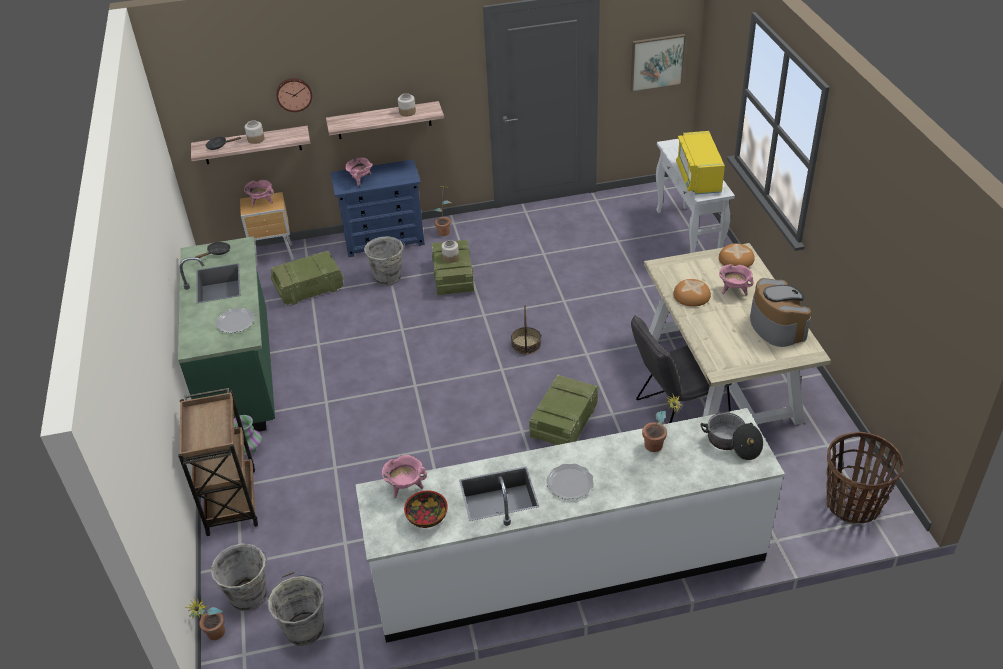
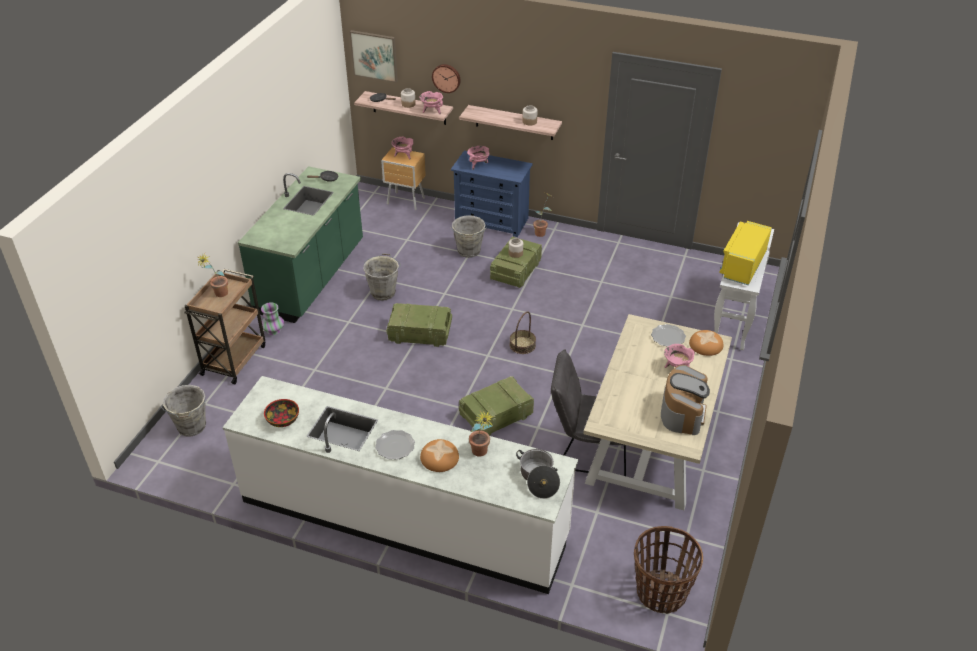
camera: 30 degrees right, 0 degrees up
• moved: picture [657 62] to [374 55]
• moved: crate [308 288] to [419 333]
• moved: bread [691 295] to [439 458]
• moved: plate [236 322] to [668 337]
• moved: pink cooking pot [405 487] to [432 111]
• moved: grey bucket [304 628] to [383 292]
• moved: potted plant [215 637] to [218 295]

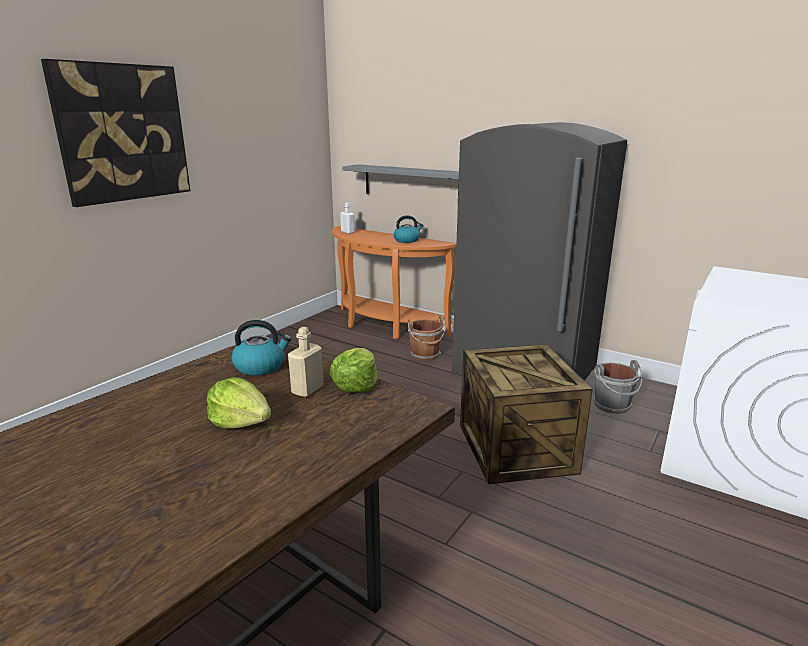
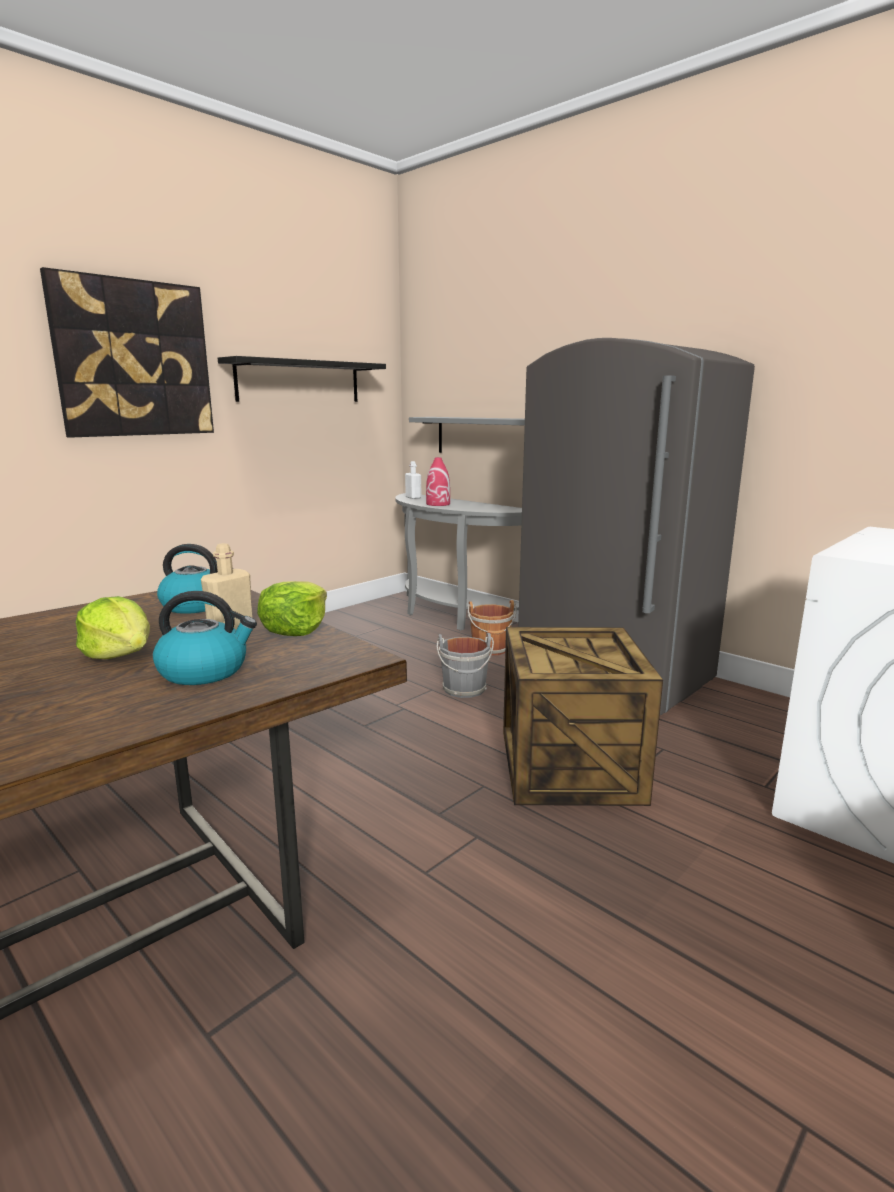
camera: 10 degrees right, 5 degrees down
• moved: kettle [407 240] to [205 671]
• recoloured: orange console table [384 326] to grey console table [451 616]
• moved: grey bucket [613 406] to [464 690]
• added: black shelf [299 381]
• added: red vase [438 504]

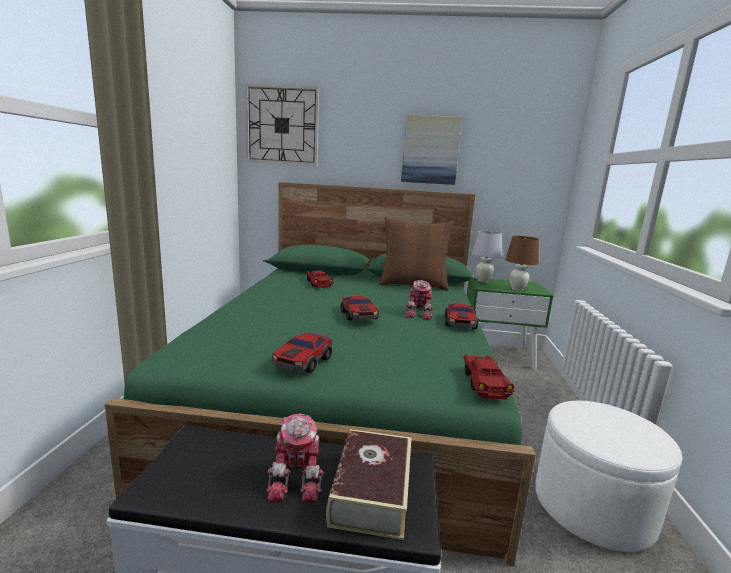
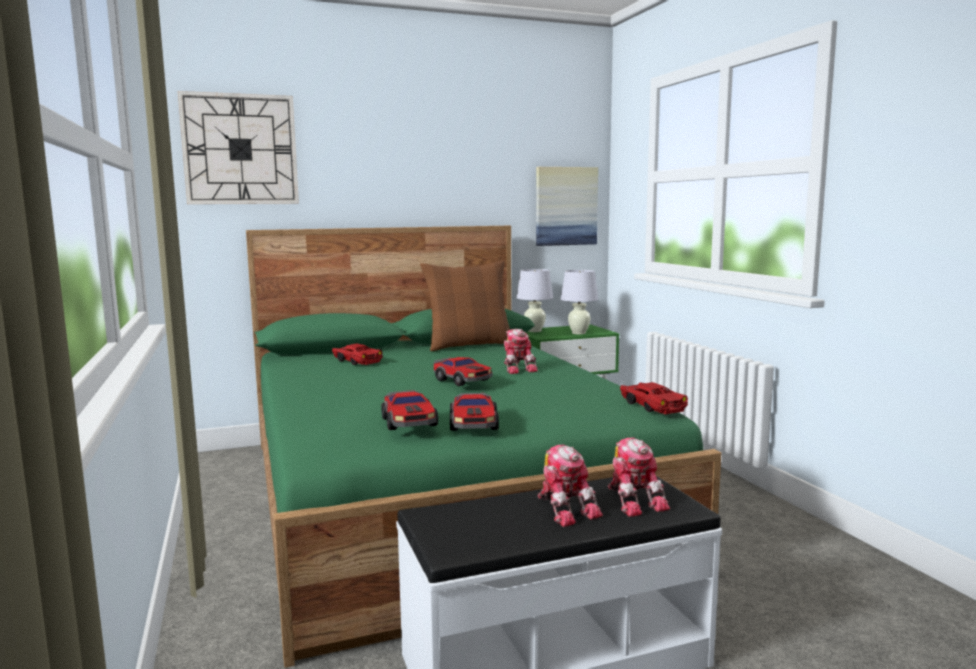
camera: 25 degrees left, 5 degrees down
• moved: picture [430 150] to [566 206]
• recoloured: brown table lamp [517 289] to white table lamp [579 333]
• moved: toy car [460 323] to [409 422]
• removed: white ottoman [592 507]
• replaced: book [371 491] to toy robot [634 500]

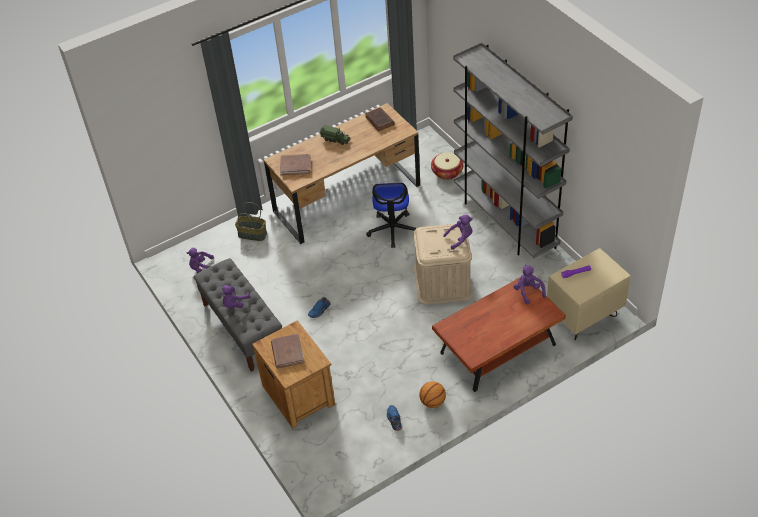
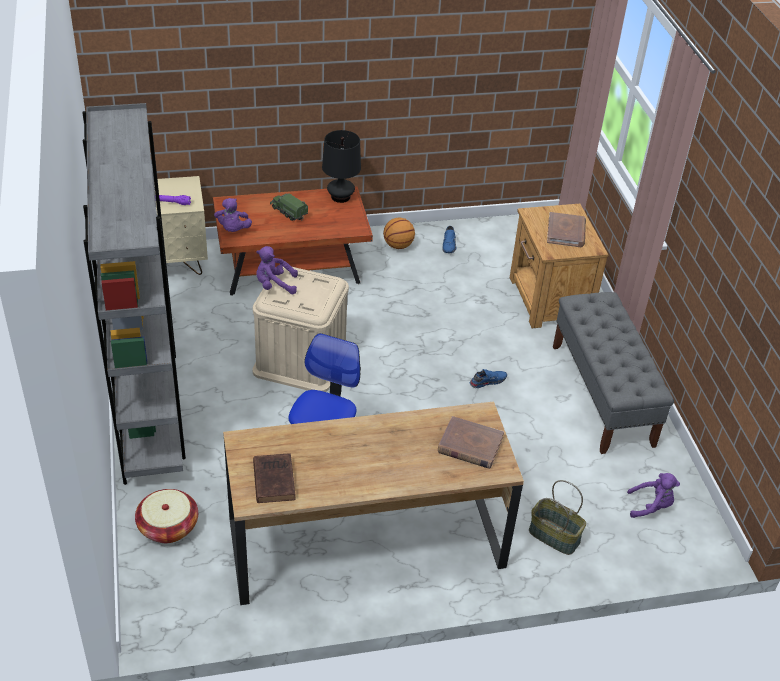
camera: 165 degrees left, 5 degrees down
• moved: toy truck [335 139] to [288 212]
• removed: purple plush toy [234 304]
• added: black table lamp [340 197]

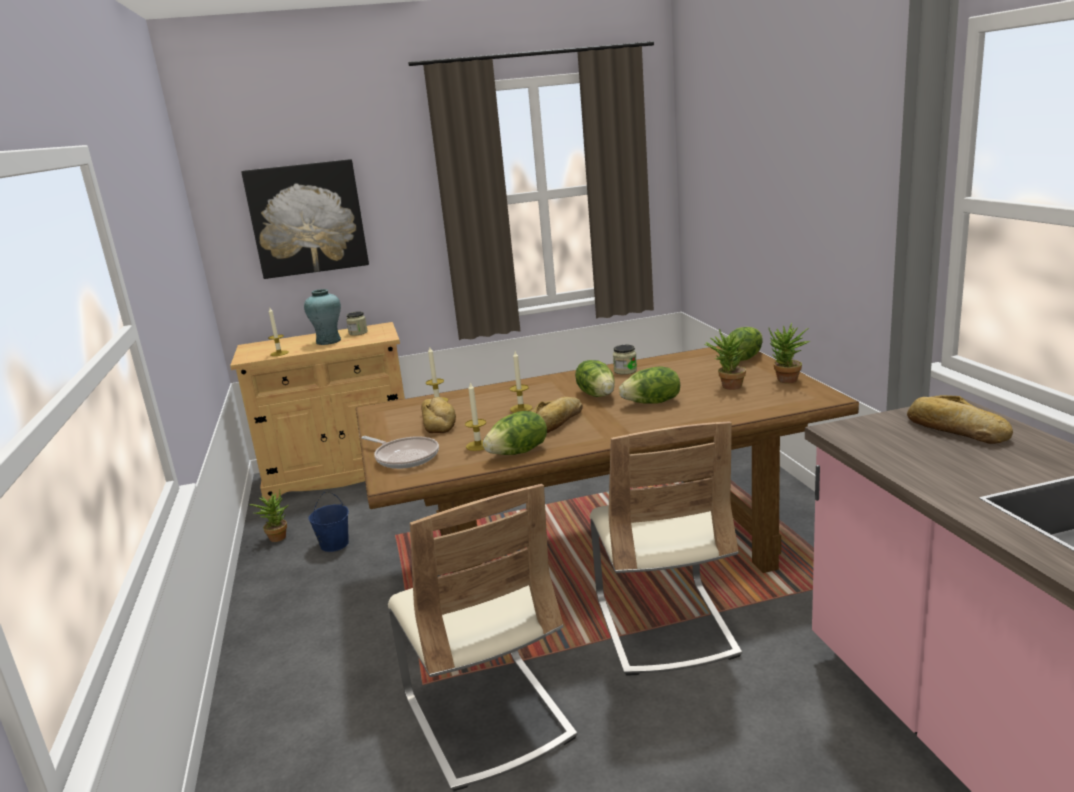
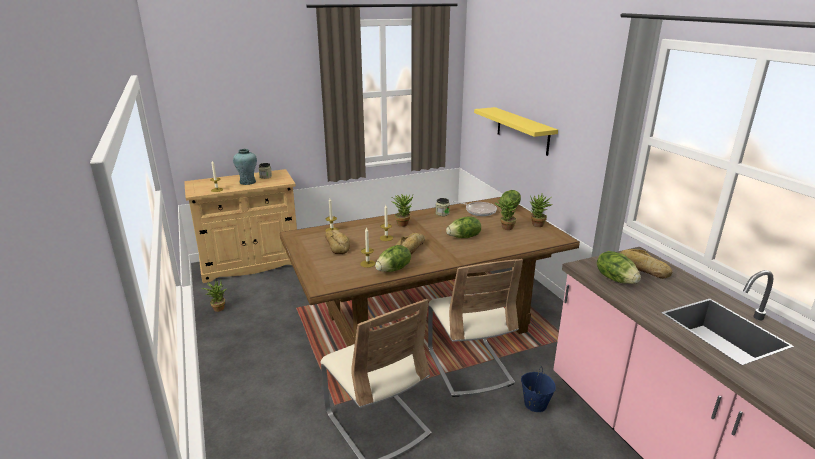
camera: 10 degrees left, 5 degrees up
• removed: picture [307 218]
• moved: lettuce [597 394] to [615 279]
• moved: frying pan [404 457] to [478 211]
• moved: blue bucket [334 544] to [535 404]
• added: yellow shelf [522 130]
• added: potted plant [403 223]

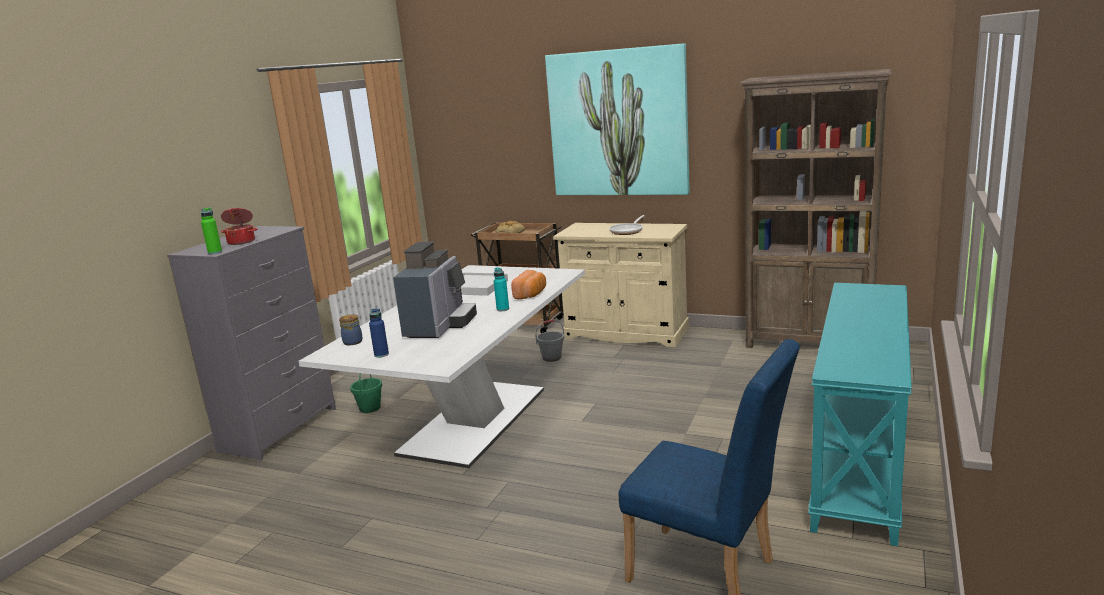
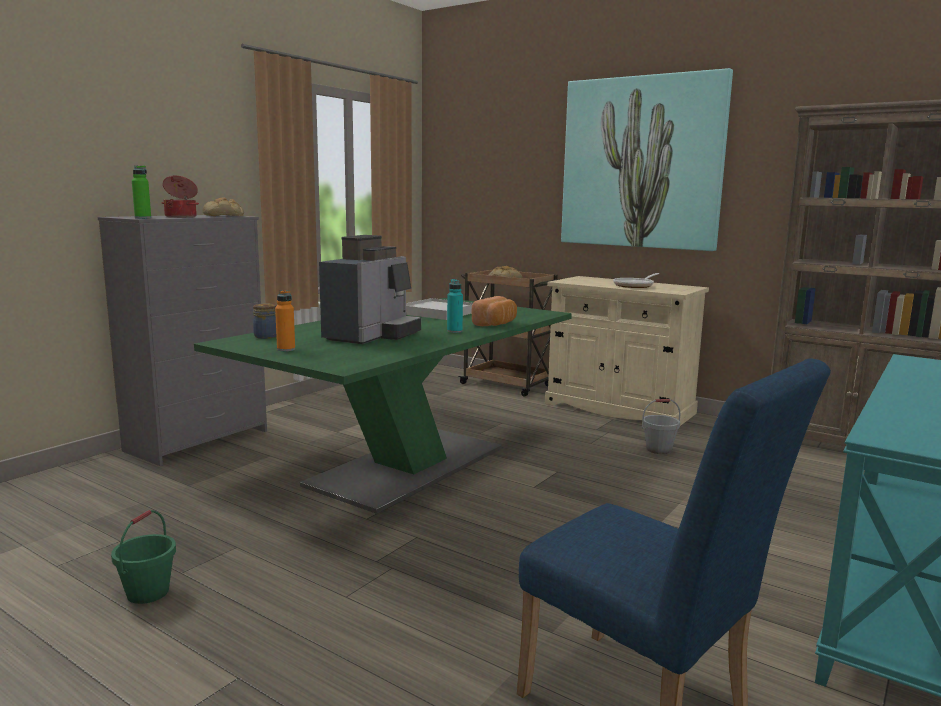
camera: 10 degrees right, 5 degrees down
• recoloured: white dining table [474 422] to green dining table [408 467]
• recoloured: blue bottle [381 355] to orange bottle [286 349]
• moved: grey bucket [552 358] to [658 449]
• moved: green bucket [369 408] to [147 592]
• added: bread [224 216]

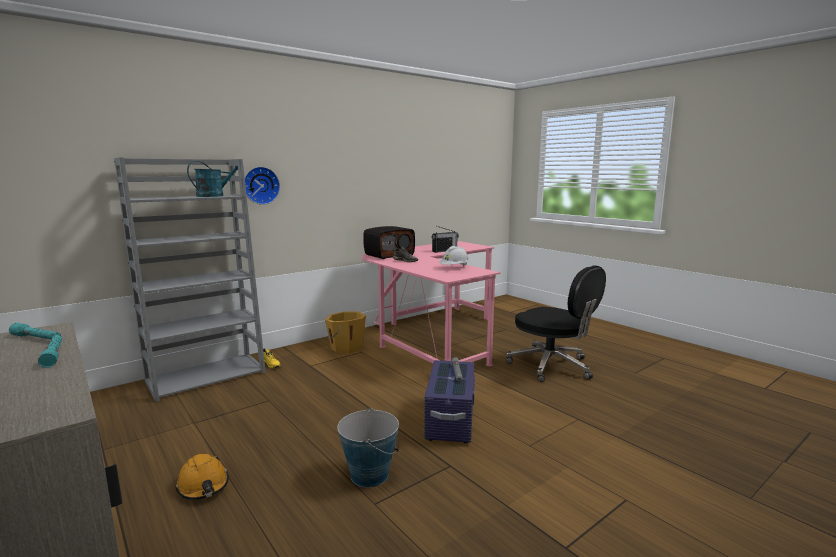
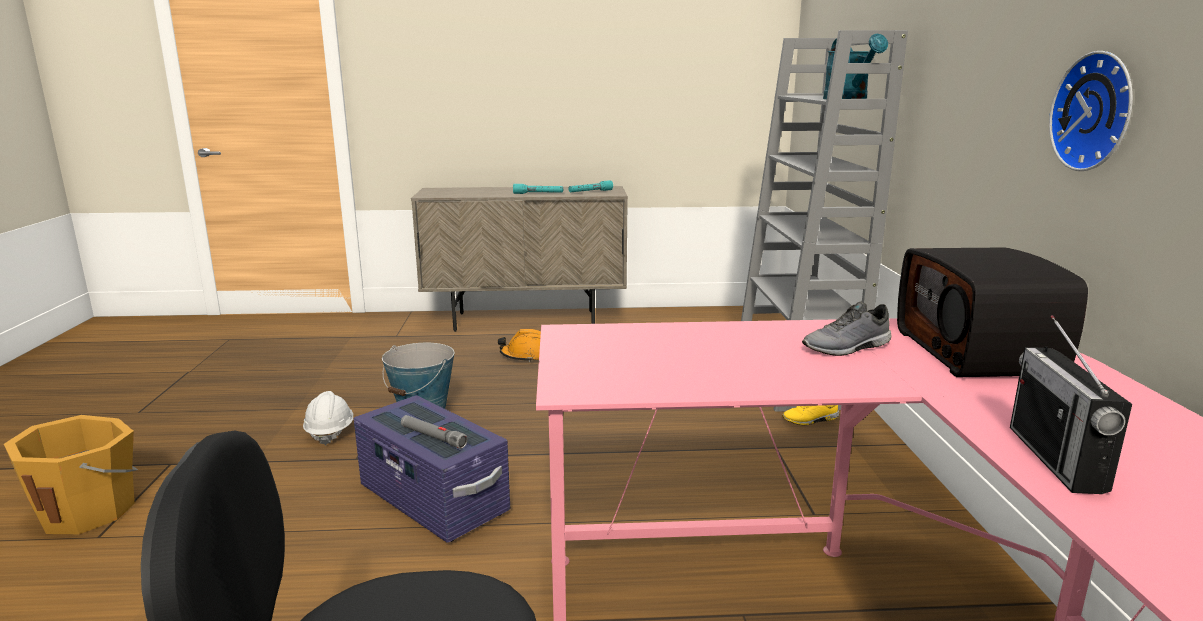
camera: 125 degrees right, 5 degrees up
• moved: wall clock [260 185] to [1097 112]
• moved: white hard hat [454 268] to [330 432]
• moved: orange bucket [346 347] to [90 511]

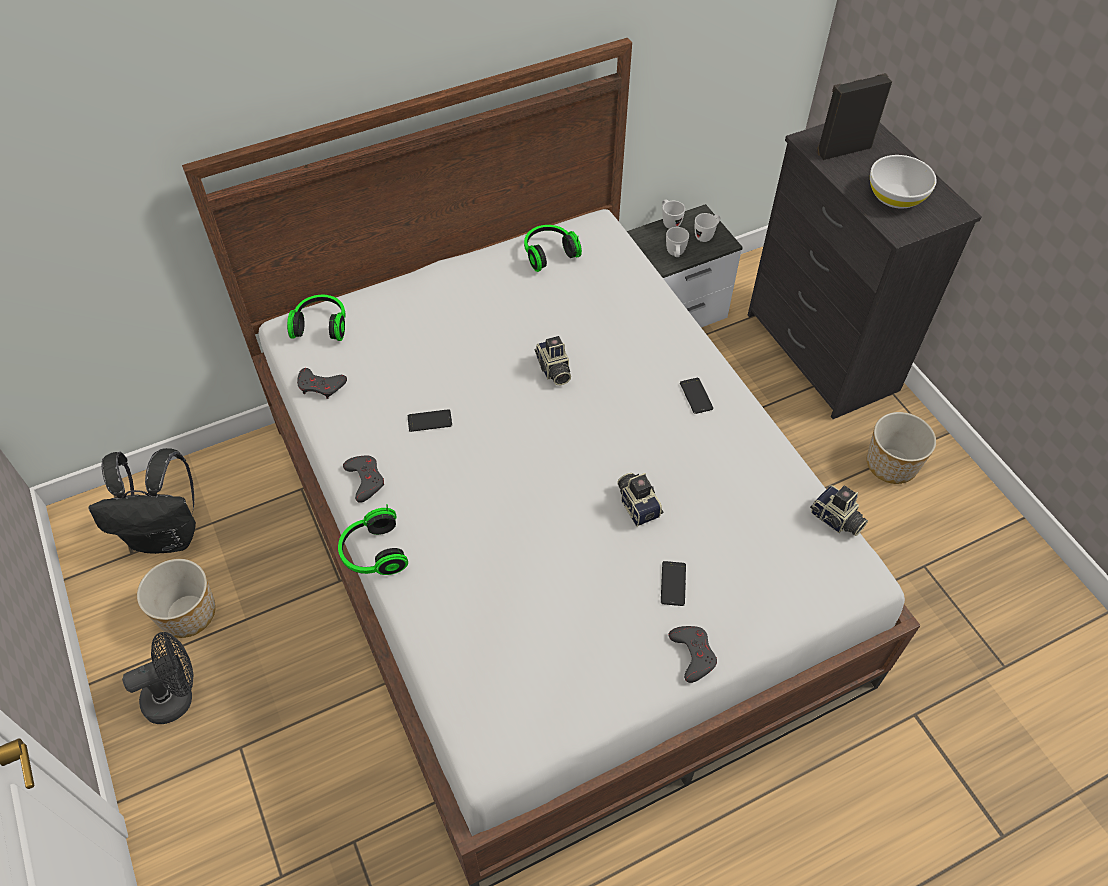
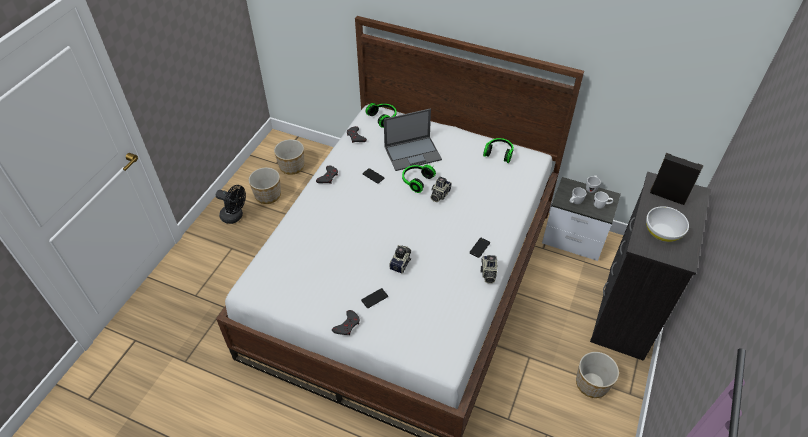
camera: 50 degrees right, 5 degrees down
• replaced: black backpack [168 535] to planter [292 166]
• moved: photo camera [836 520] to [488 273]
• moved: headphones [372 553] to [416 181]
• added: laptop [413 153]

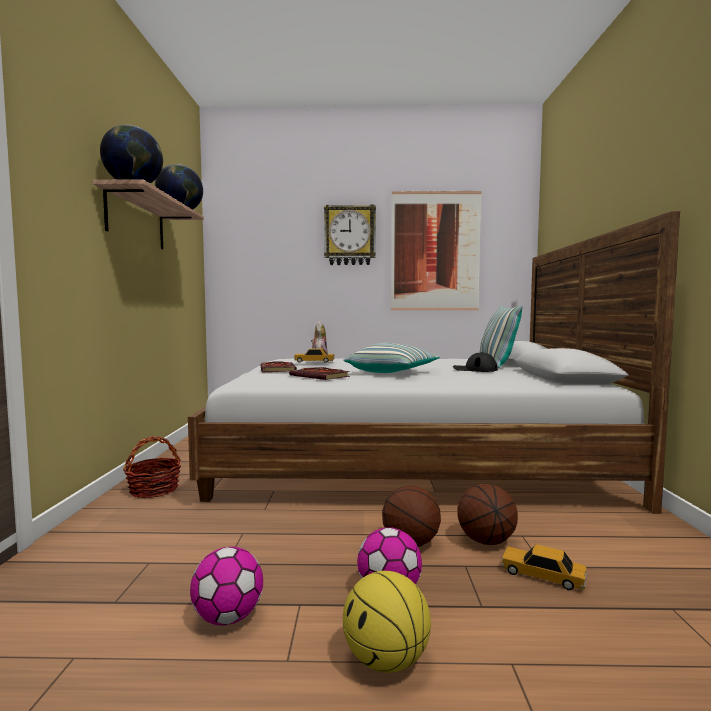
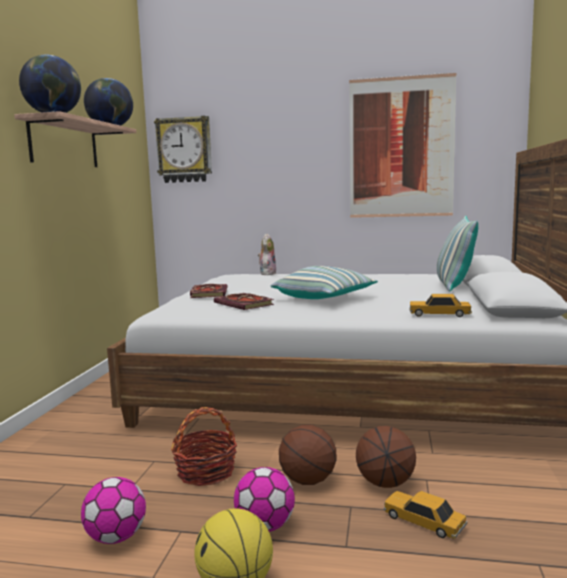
camera: 10 degrees right, 5 degrees up
• moved: wall clock [350 235] to [184 150]
• moved: toy car [314 361] to [439 314]
• removed: black cap [474 369]
• moved: basket [154 490] to [206 472]

